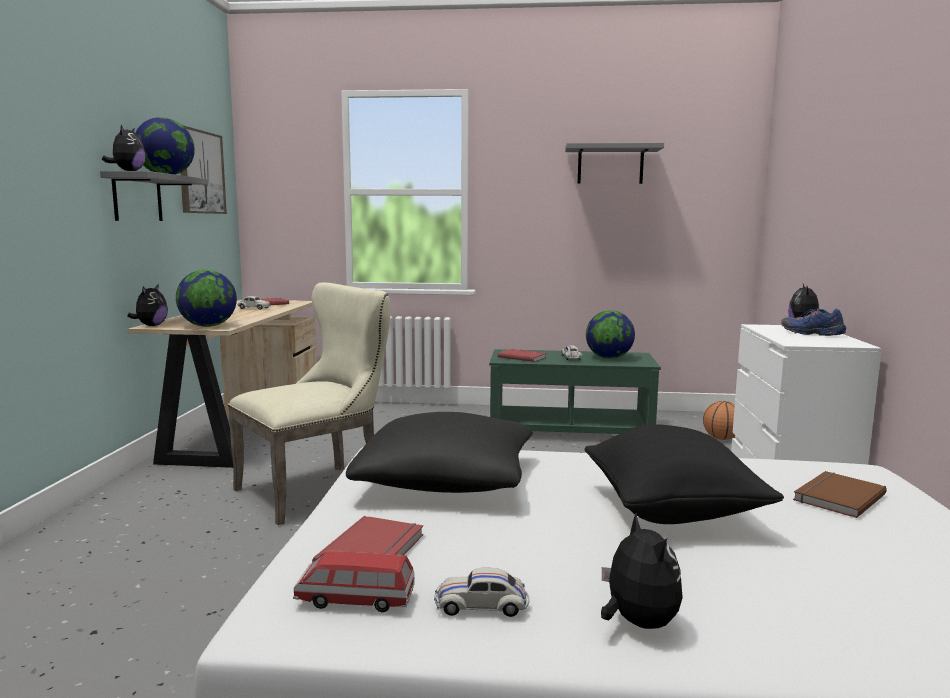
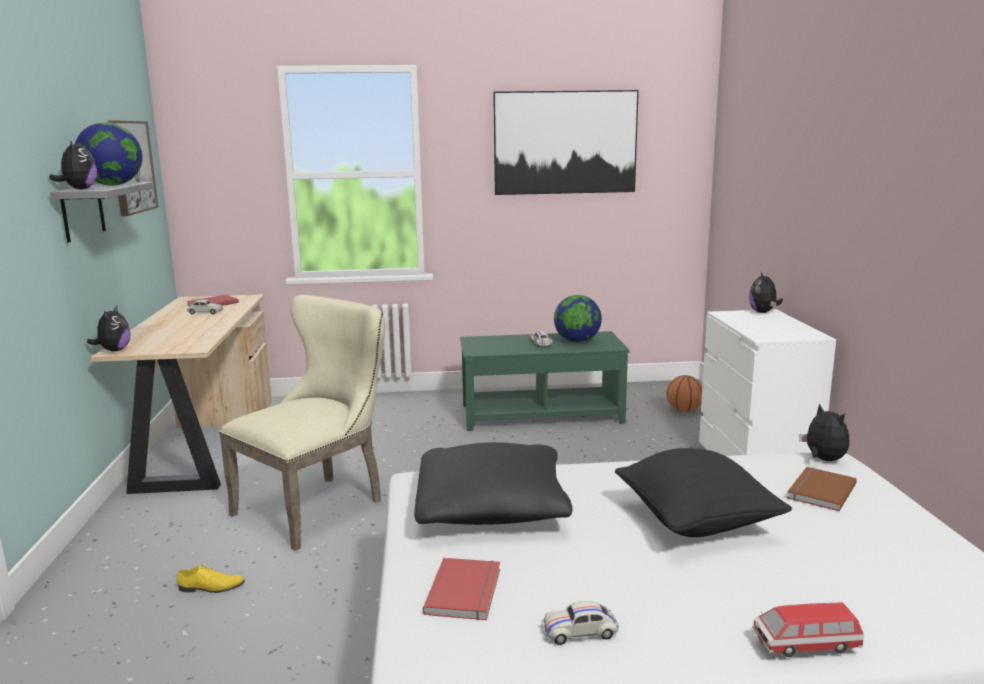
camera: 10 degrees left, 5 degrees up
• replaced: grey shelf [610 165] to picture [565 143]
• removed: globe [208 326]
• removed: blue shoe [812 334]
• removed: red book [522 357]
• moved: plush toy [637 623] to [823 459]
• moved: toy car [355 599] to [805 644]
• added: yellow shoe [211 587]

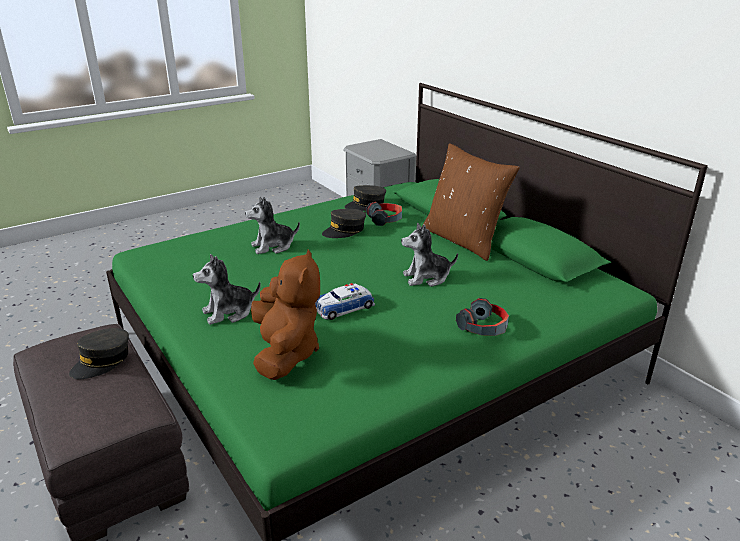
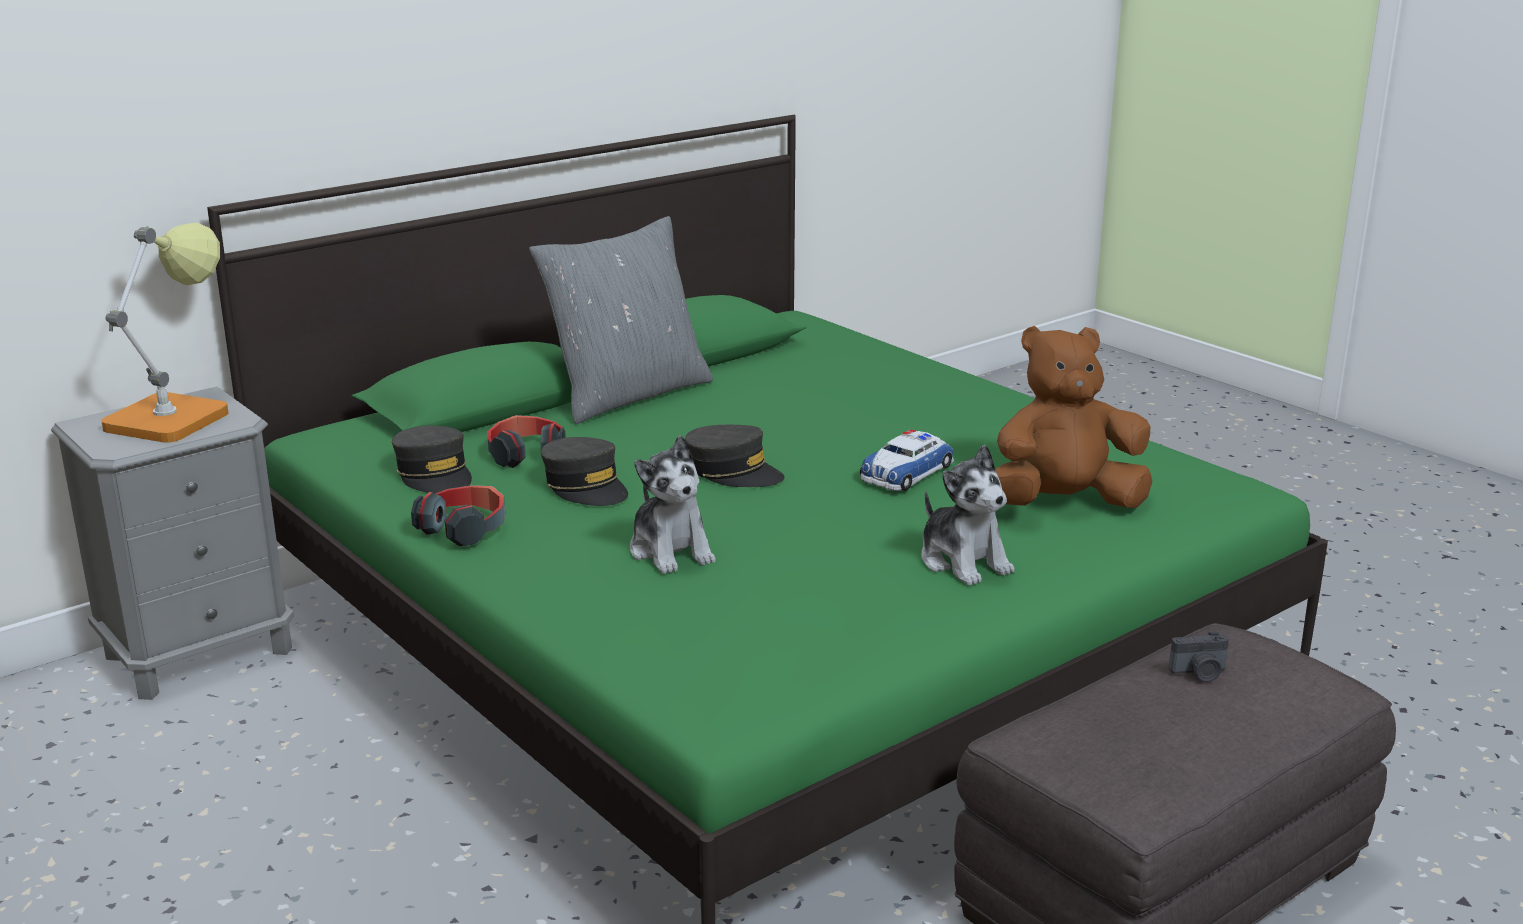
camera: 95 degrees left, 5 degrees down
• recoloured: brown pillow [463 240] to grey pillow [628 395]
• removed: plush toy [426 278]
• turned: toy car [344 307] = [906 472] 75 degrees clockwise
• moved: headphones [484 327] to [465 529]
• moved: grey cap [102 361] to [733 472]
• added: table lamp [176 415]
• added: photo camera [1200 673]

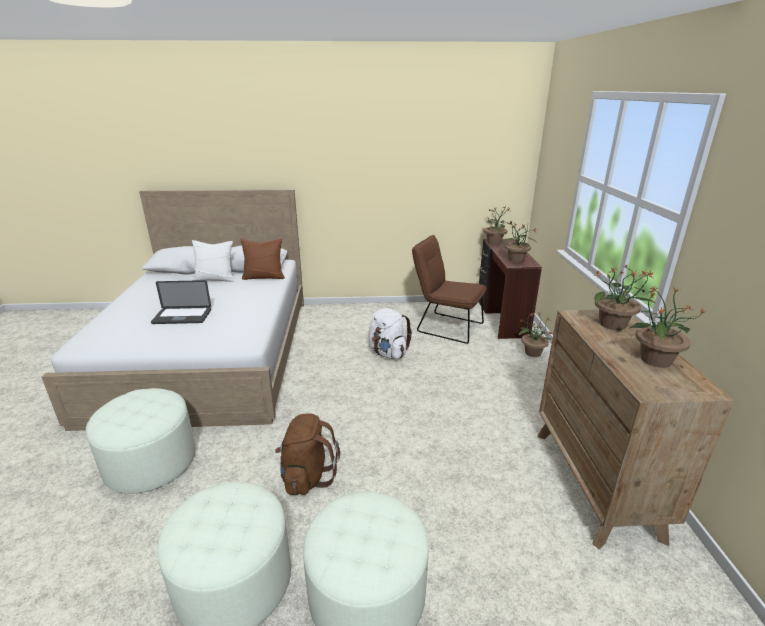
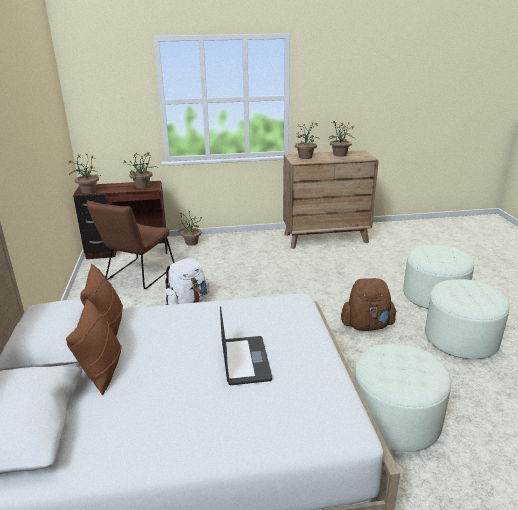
camera: 95 degrees left, 0 degrees up
• recoloured: white pillow [215 279] to brown pillow [102 371]

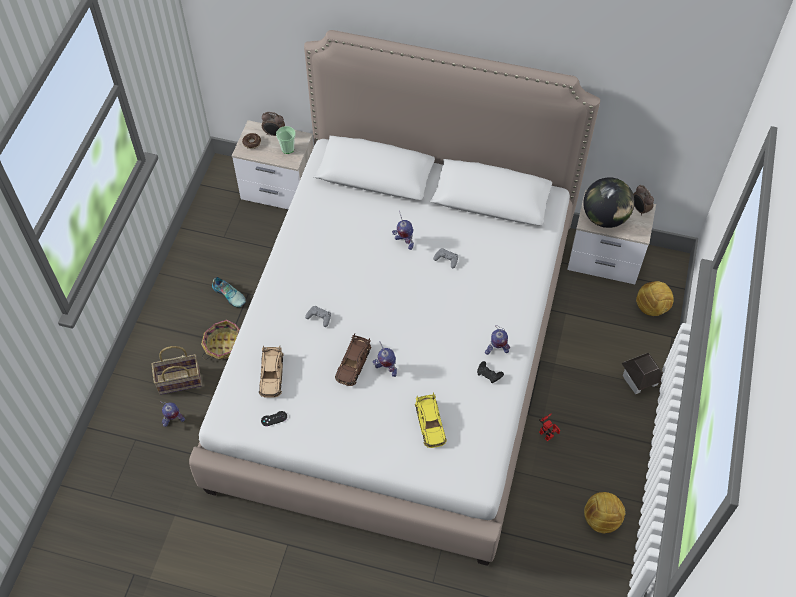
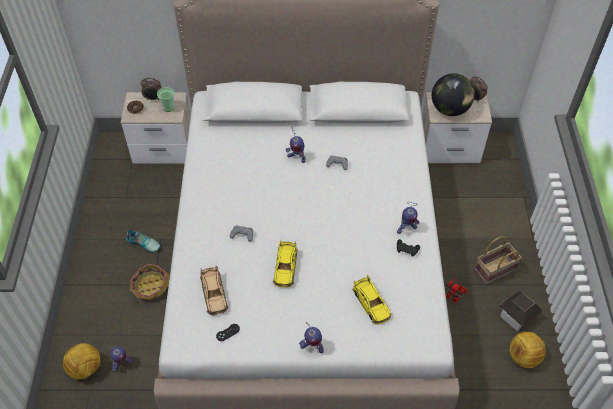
camera: 15 degrees left, 5 degrees down
• moved: football [651 308] to [86 368]
• recoloured: brown toy car [353 363] to yellow toy car [285 267]
• moved: toy robot [386 369] to [312 347]
• moved: basket [178 382] to [494 270]
• moved: toy house [640 380] to [516 317]

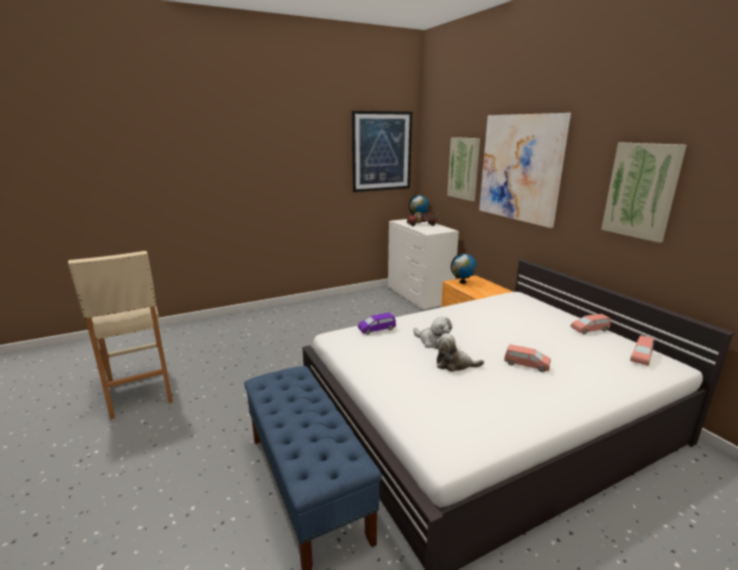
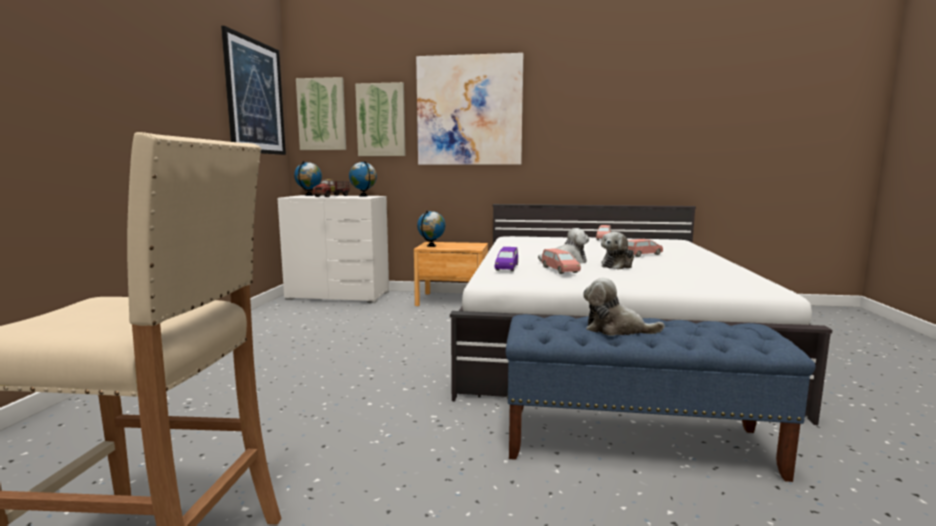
camera: 55 degrees left, 10 degrees down
• moved: picture [641 191] to [322 114]
• moved: pink toy car [641 357] to [559 270]
• added: globe [363 196]
• added: plush toy [615 329]

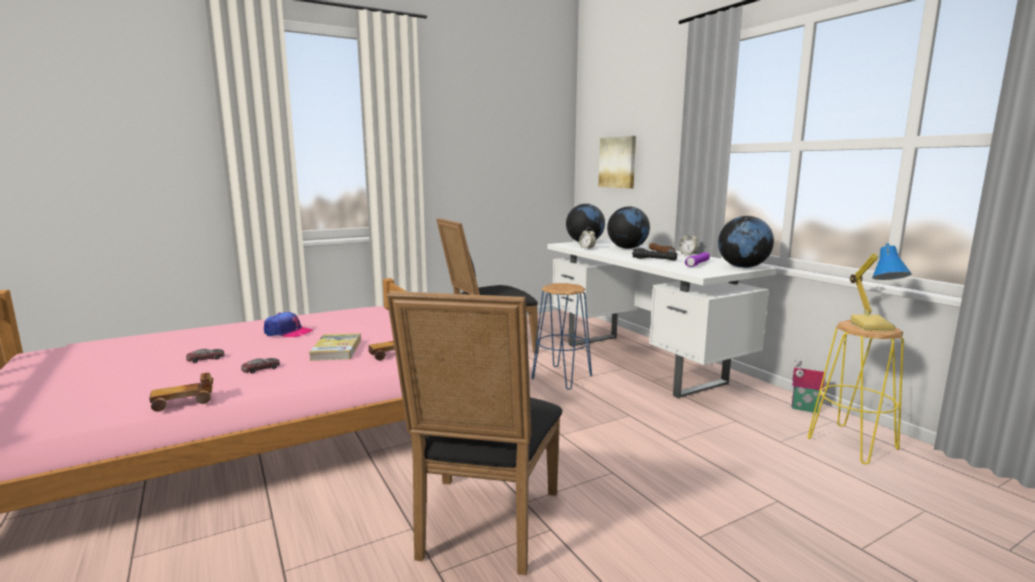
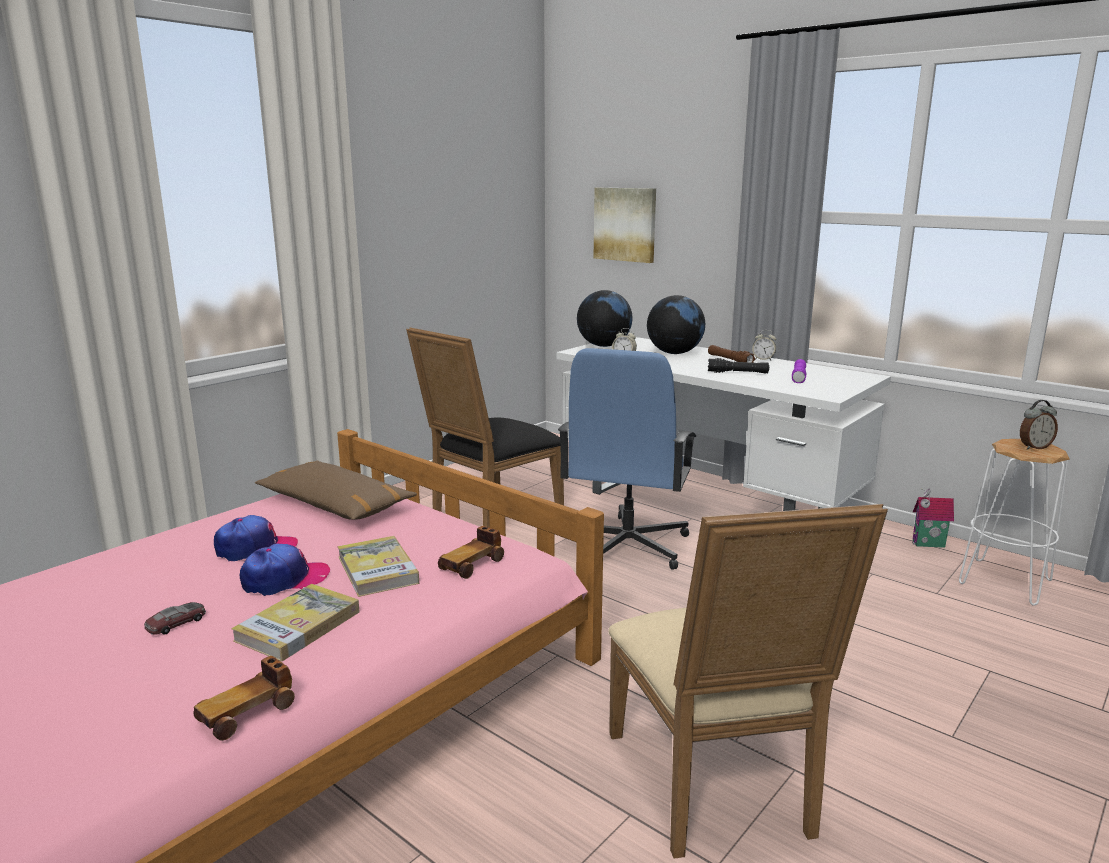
camera: 20 degrees left, 5 degrees up
• removed: globe [742 267]
• replaced: table lamp [872 326] to alarm clock [1034 447]
• replaced: blue stool [561 377] to blue office chair [625 546]
• recoloured: black chair [483 528] to beige chair [717 790]
• recoloured: yellow stool [851 443] to white stool [1003 581]
• replaced: toy car [261 369] to book [298 626]
• added: brown pillow [335 505]
• added: cap [285 579]

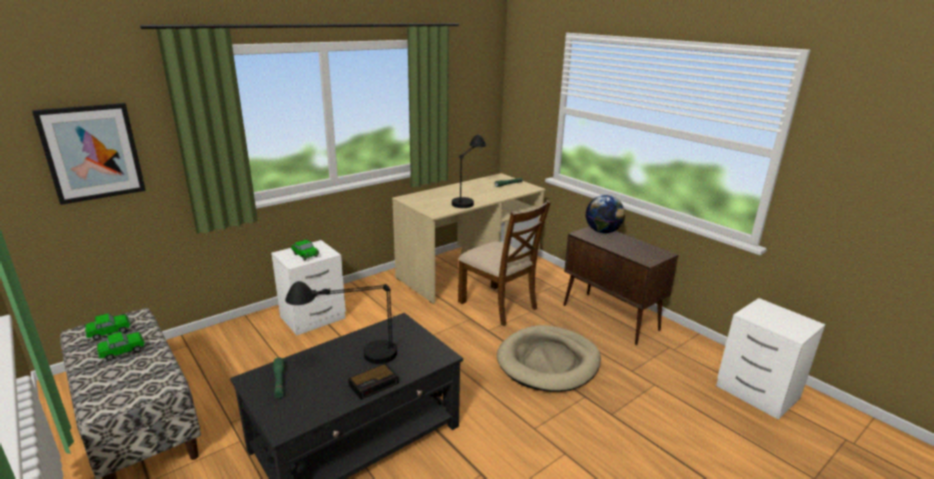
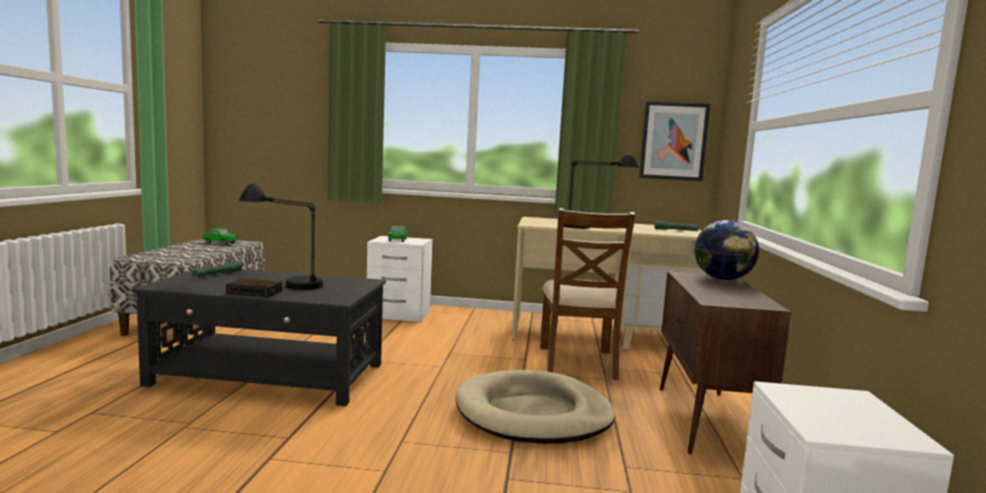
camera: 45 degrees right, 15 degrees down
• moved: picture [92 152] to [673 141]
• removed: toy car [122 351]

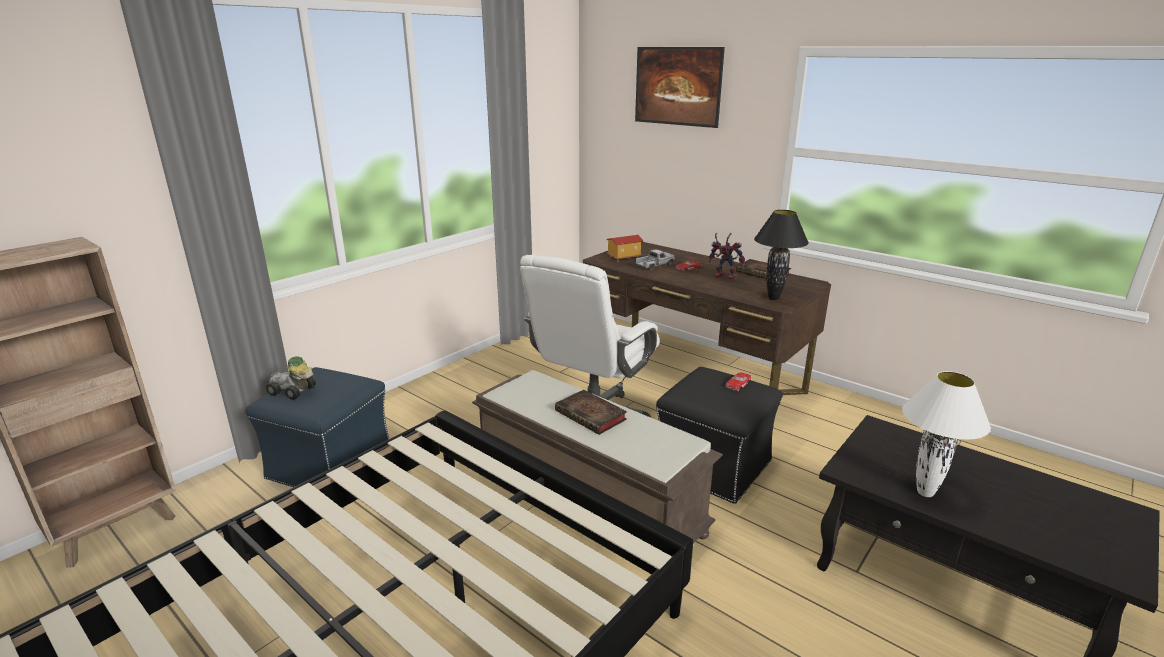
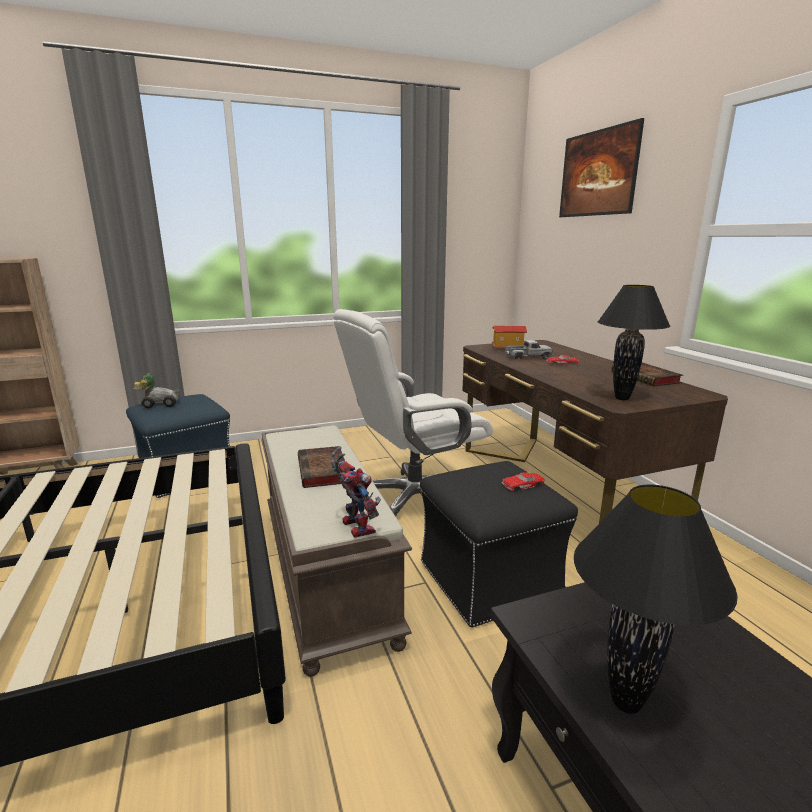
camera: 30 degrees right, 5 degrees down
• moved: toy robot [723 277] to [354 526]
• turned: toy car [293 392] = [159 404] 120 degrees clockwise
• recoloured: white table lamp [926 493] to black table lamp [627 703]

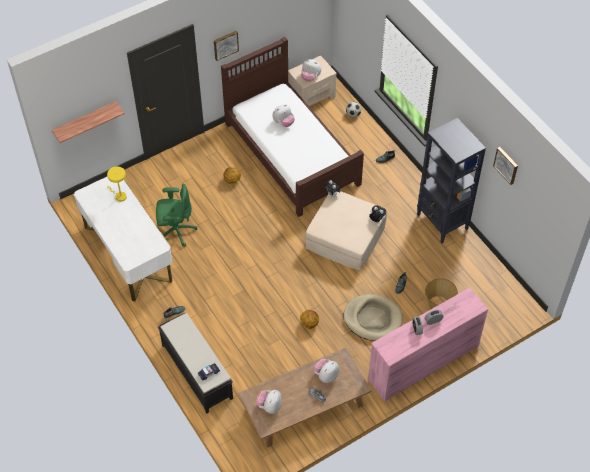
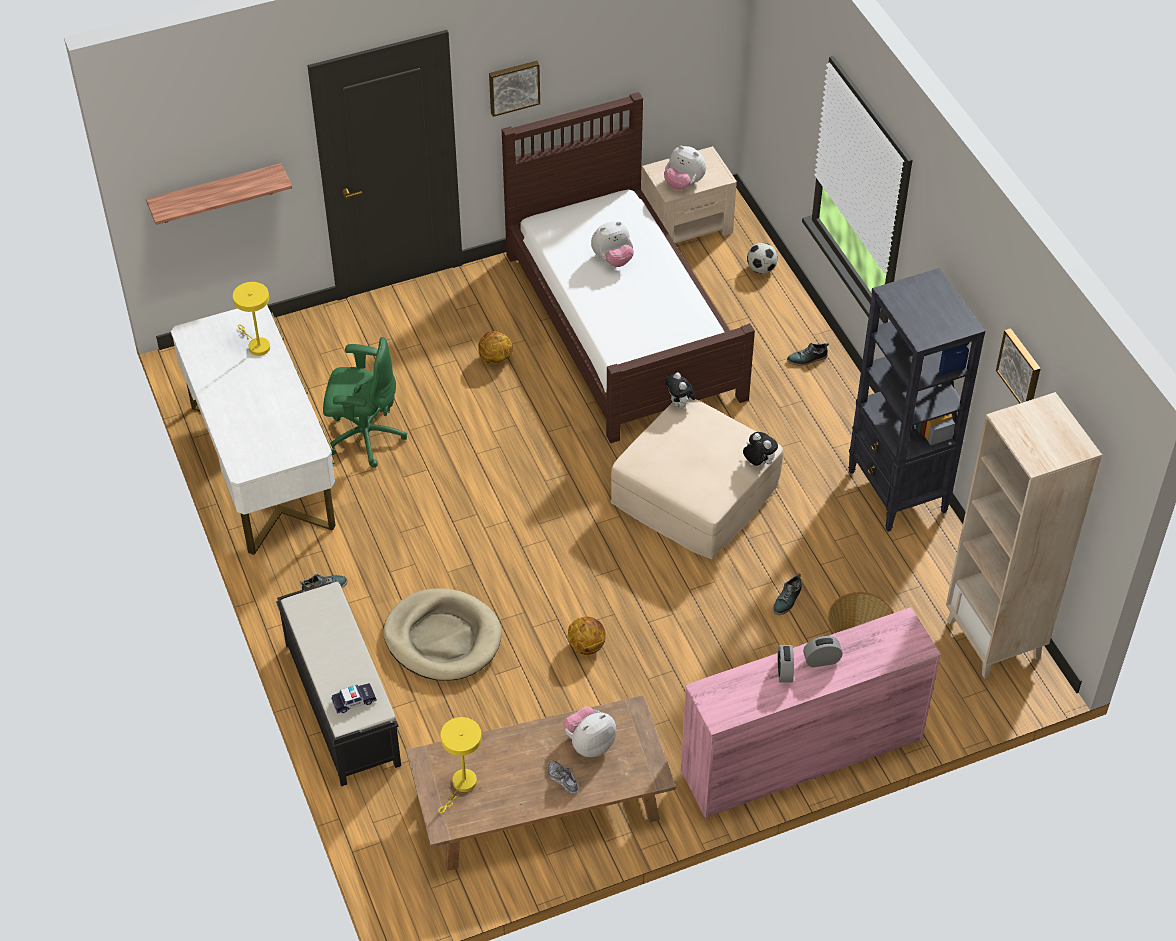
camera: 10 degrees right, 5 degrees down
• moved: beige dog bed [372 319] to [443 638]
• replaced: plush toy [269 406] to yellow table lamp [462 785]
• added: beige bookcase [994 639]

